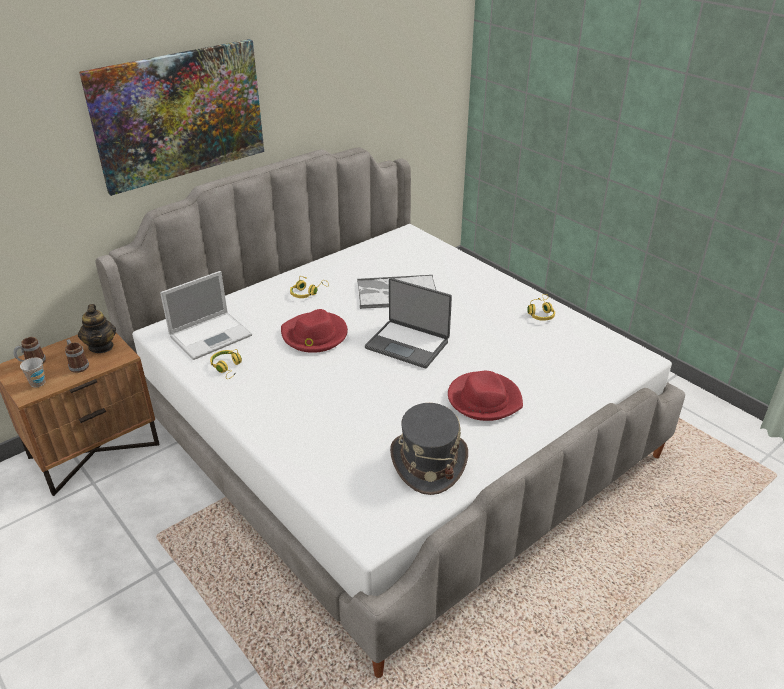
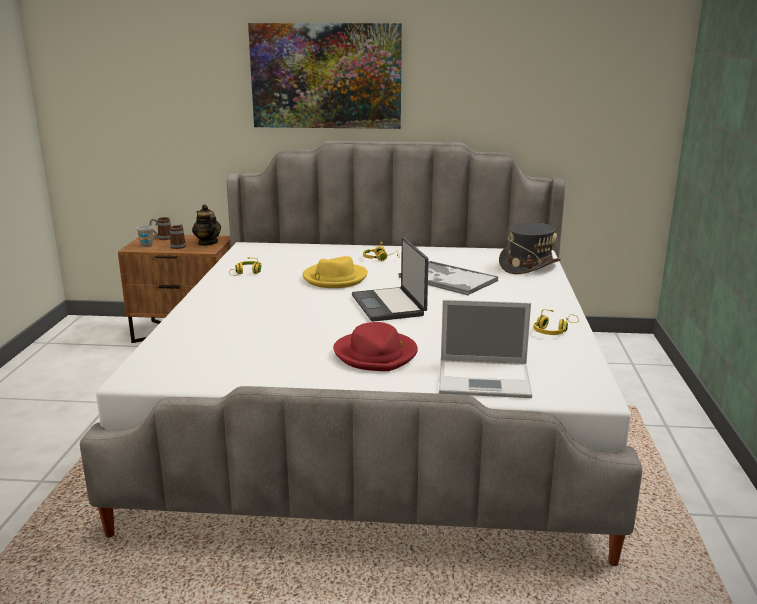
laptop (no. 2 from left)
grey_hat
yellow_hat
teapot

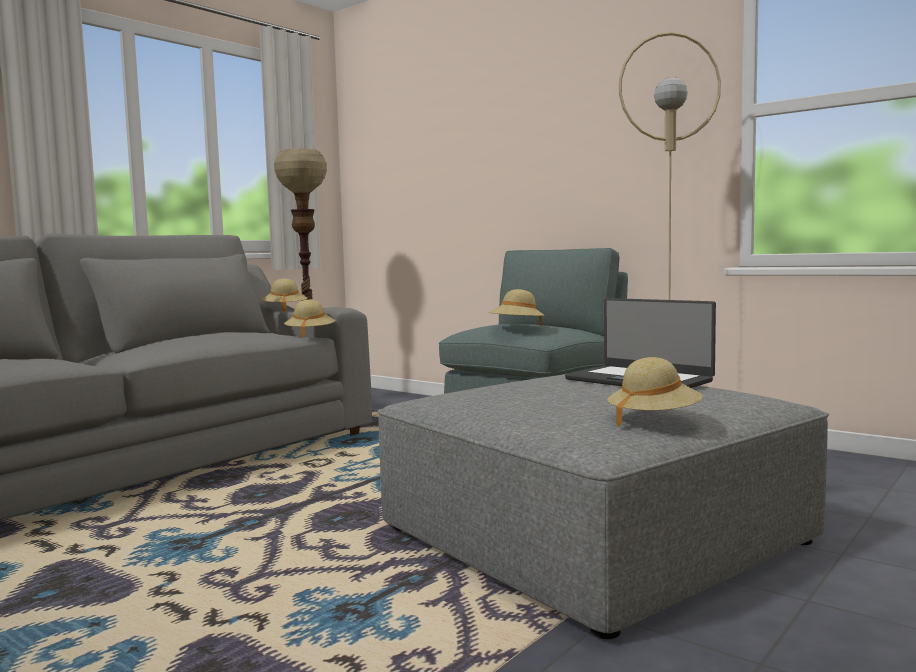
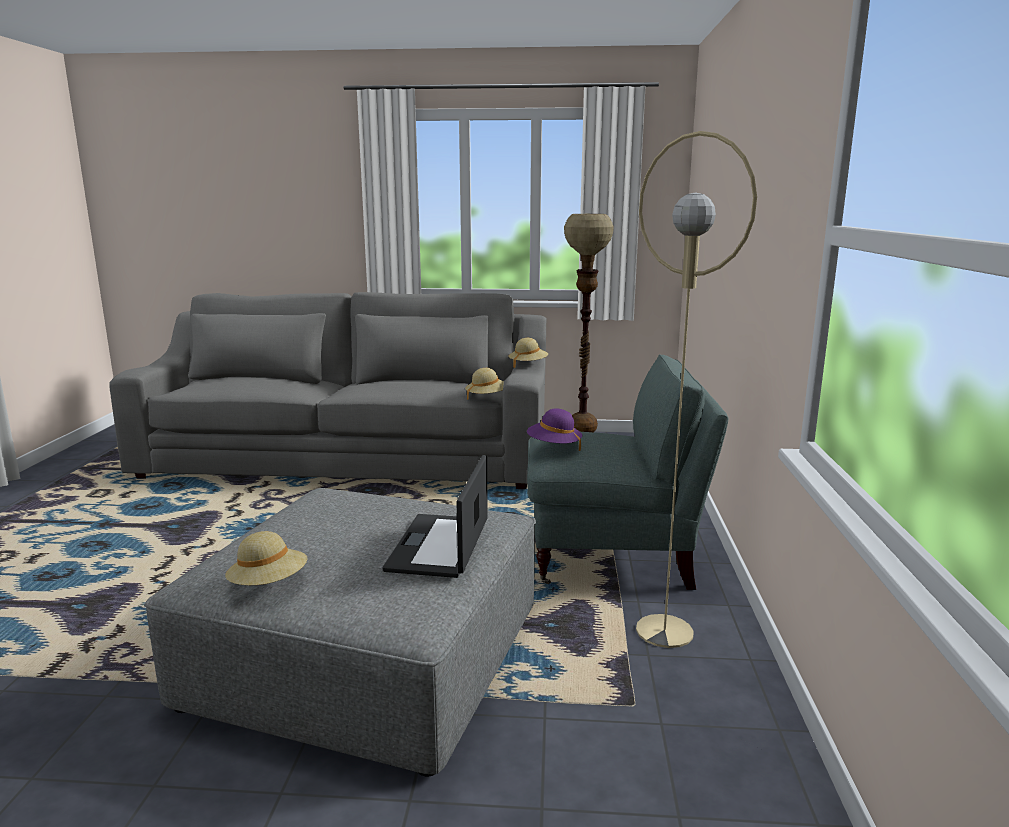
purple_hat

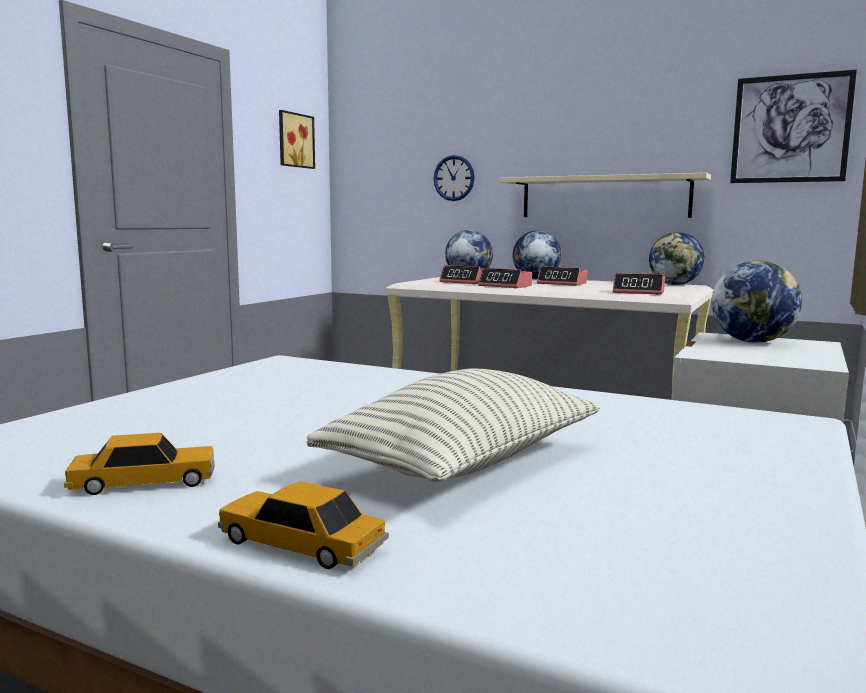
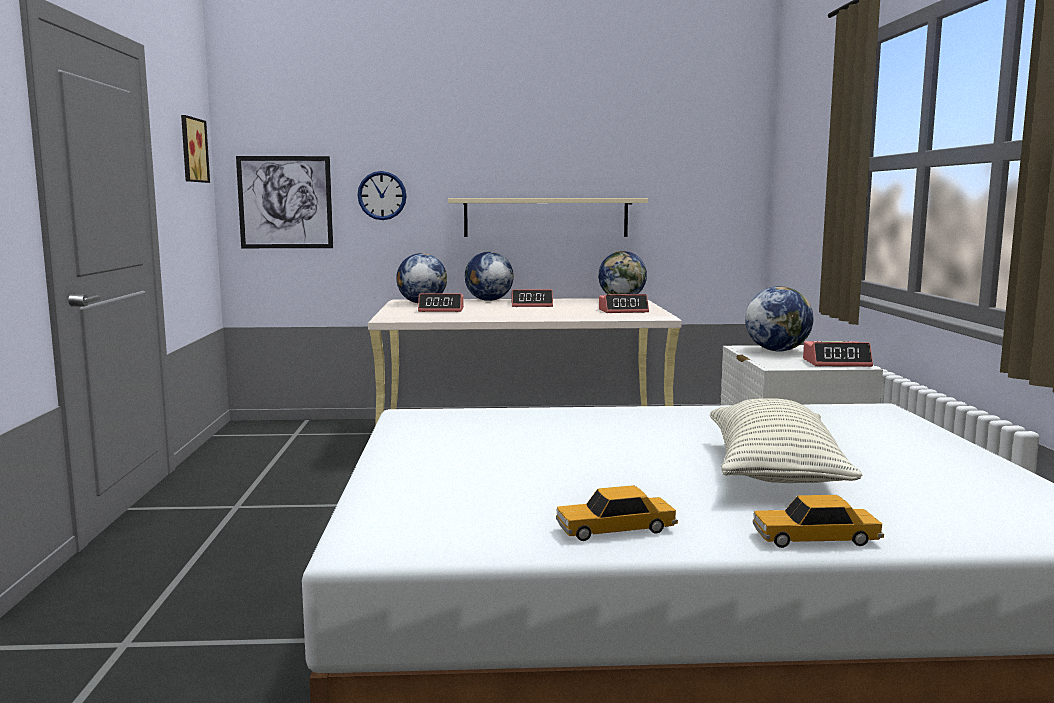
alarm_clock (no. 4 from left)
picture (no. 2 from left)
toy_car (no. 1 from left)

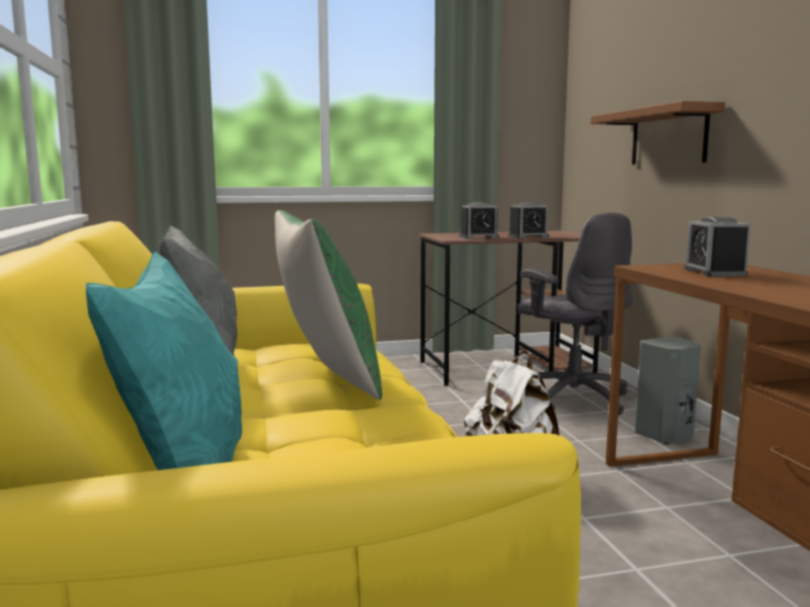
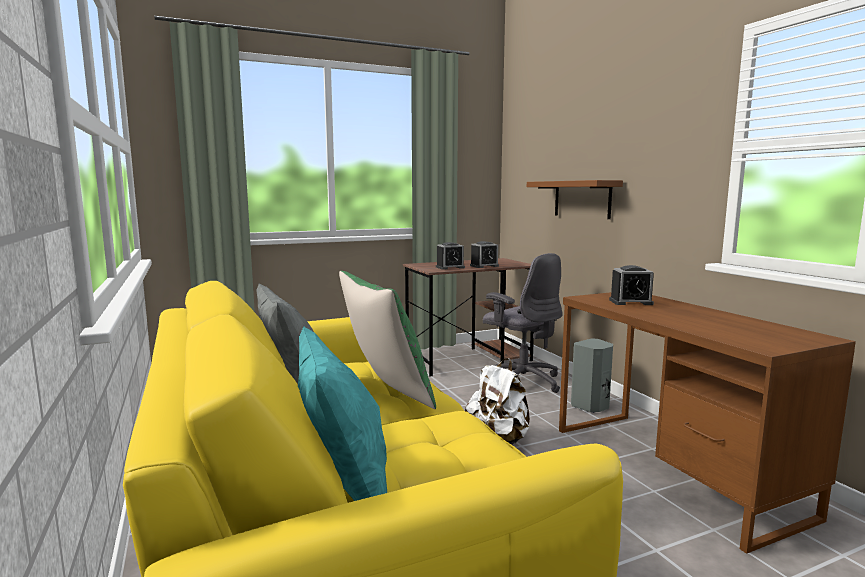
alarm_clock (no. 3 from left)

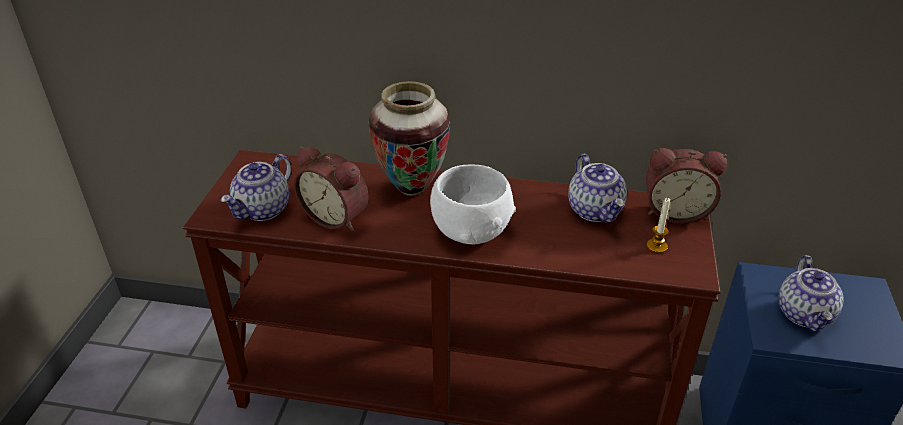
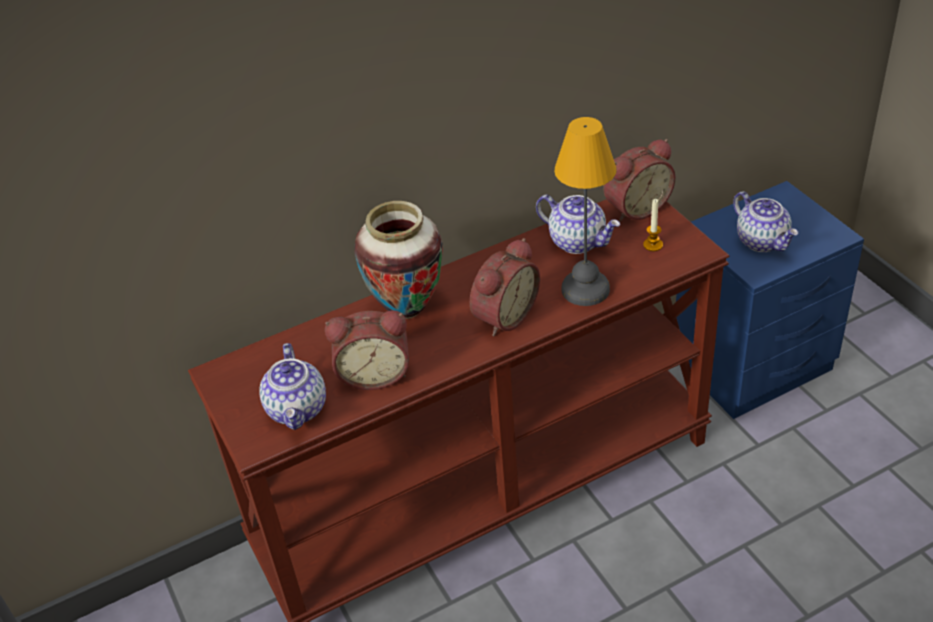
table_lamp
alarm_clock (no. 2 from left)

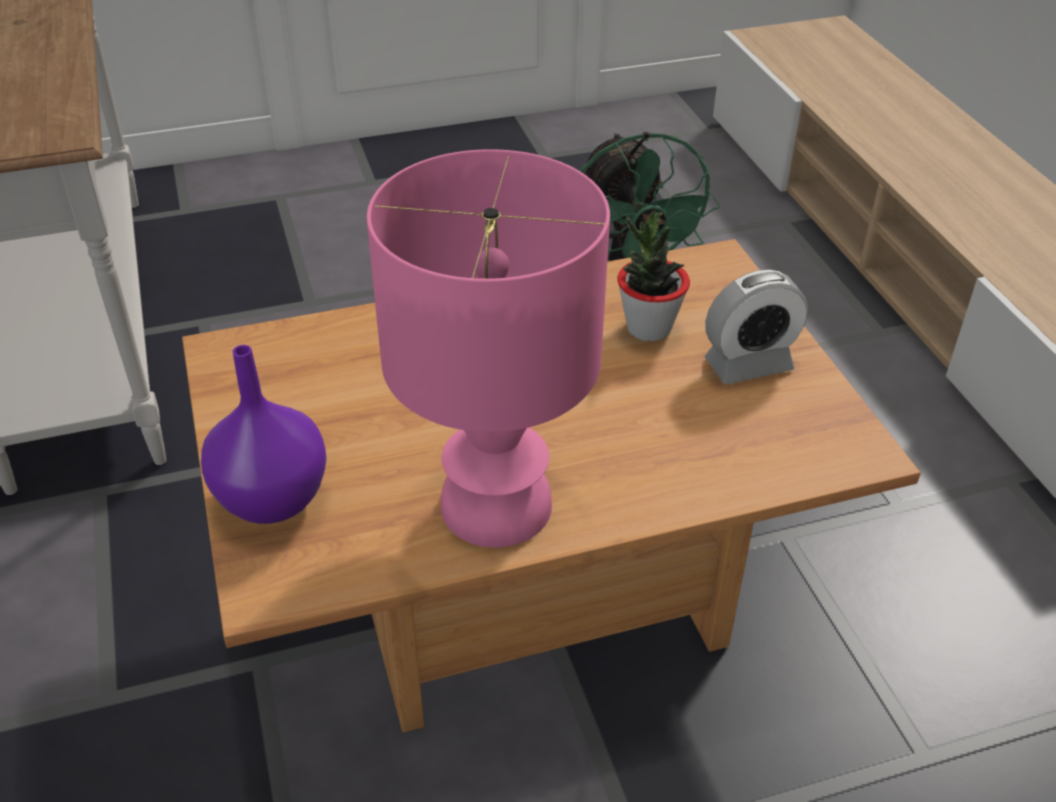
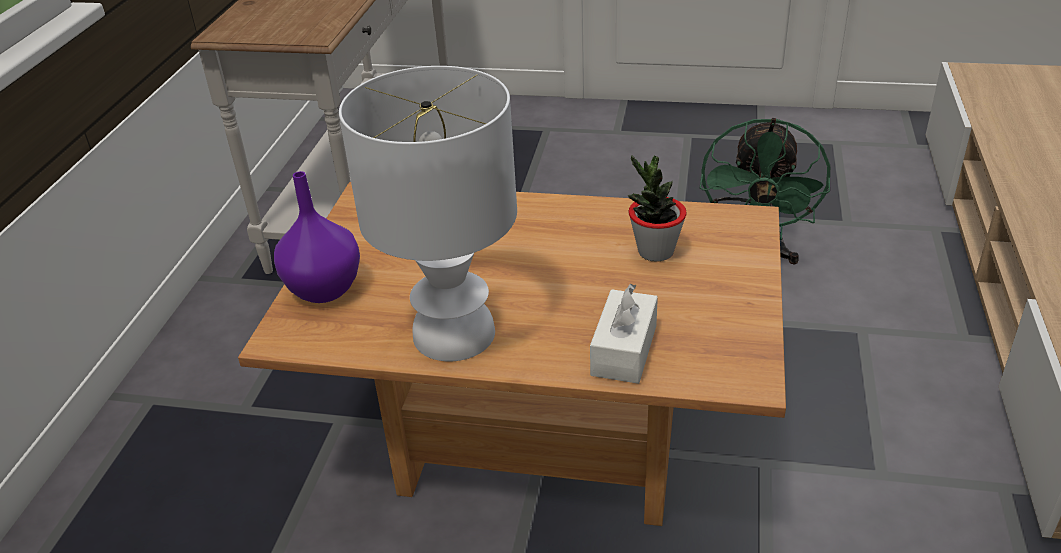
alarm_clock
white_tissue_box
white_table_lamp

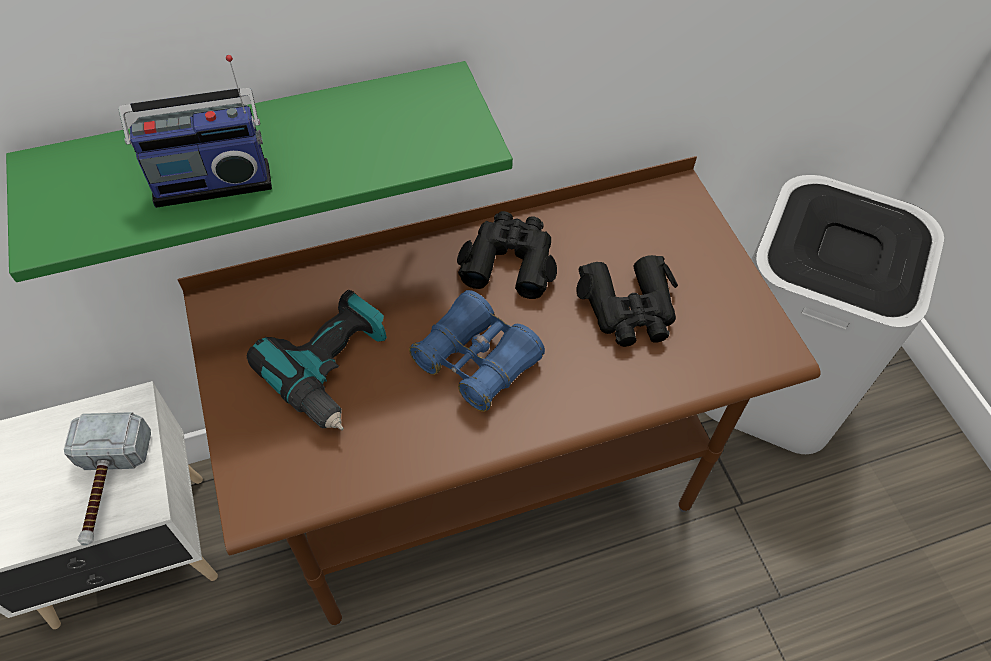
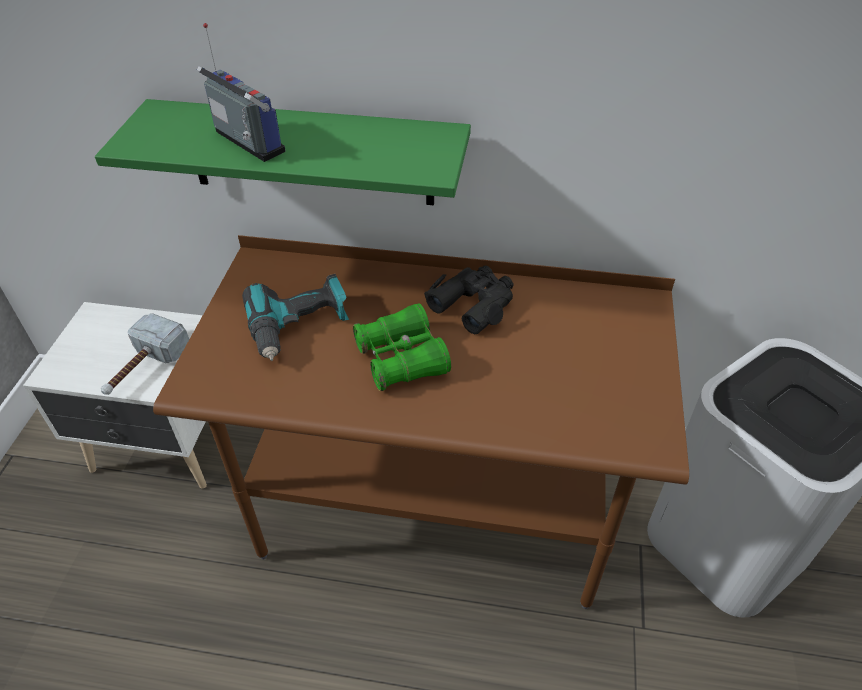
black_binoculars (no. 2 from left in the first image)
green_binoculars
radio

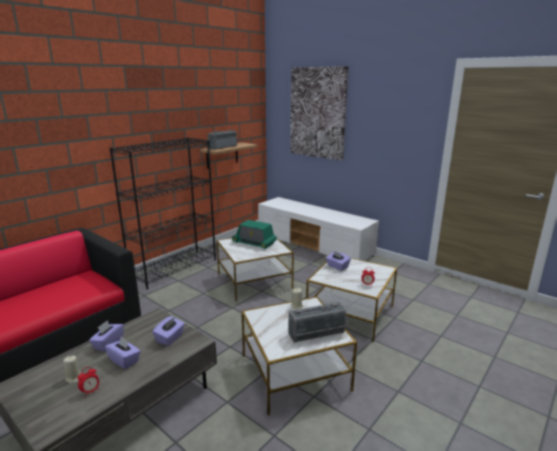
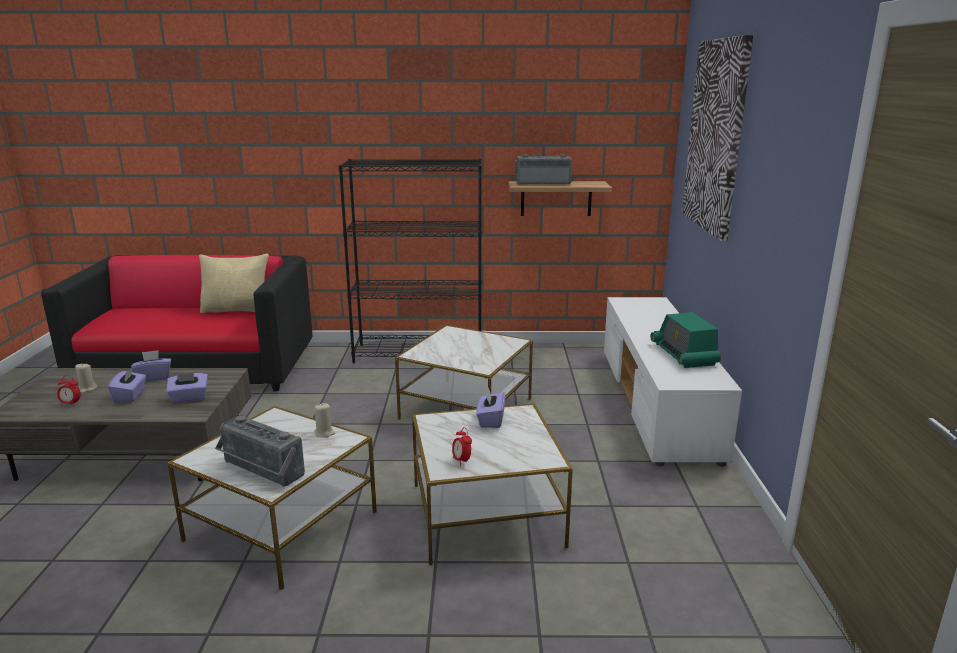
beige_pillow
radio (no. 3 from left)

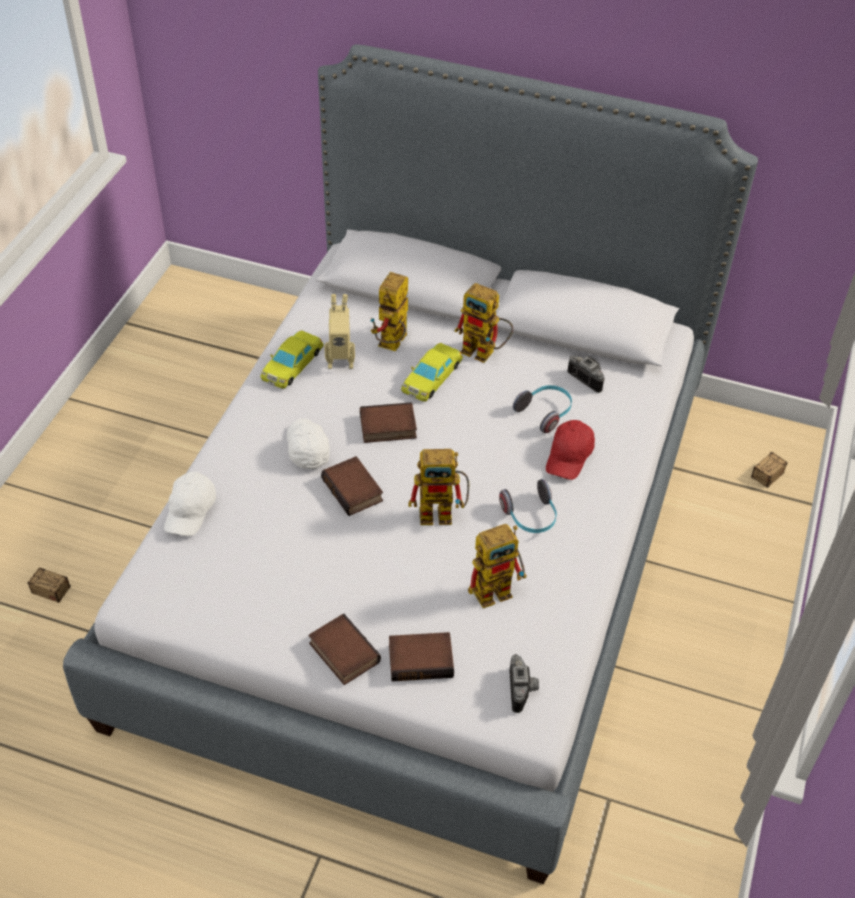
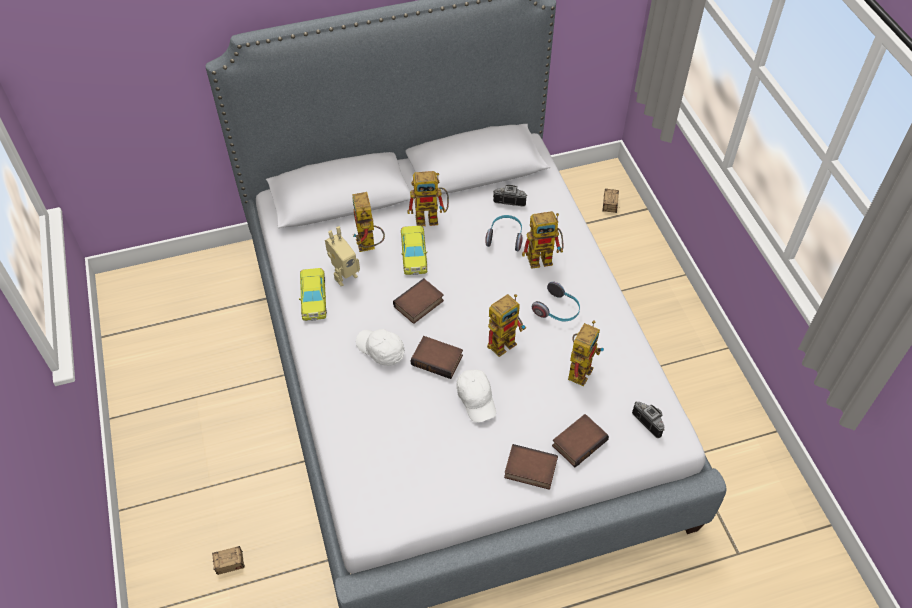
white_cap (no. 2 from left)
toy_robot (no. 5 from left)

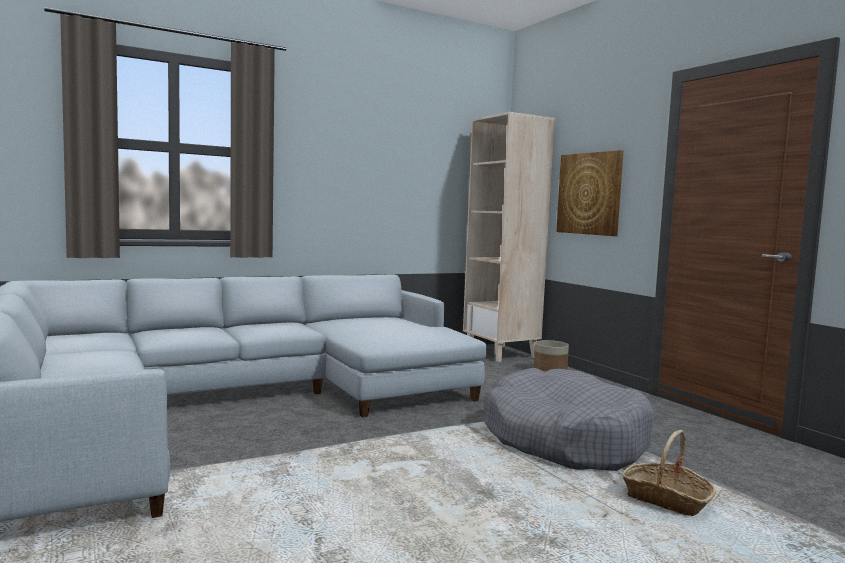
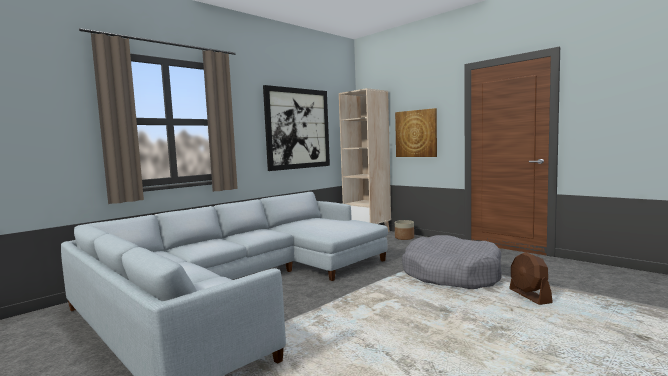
picture (no. 1 from left)
brown_fan

